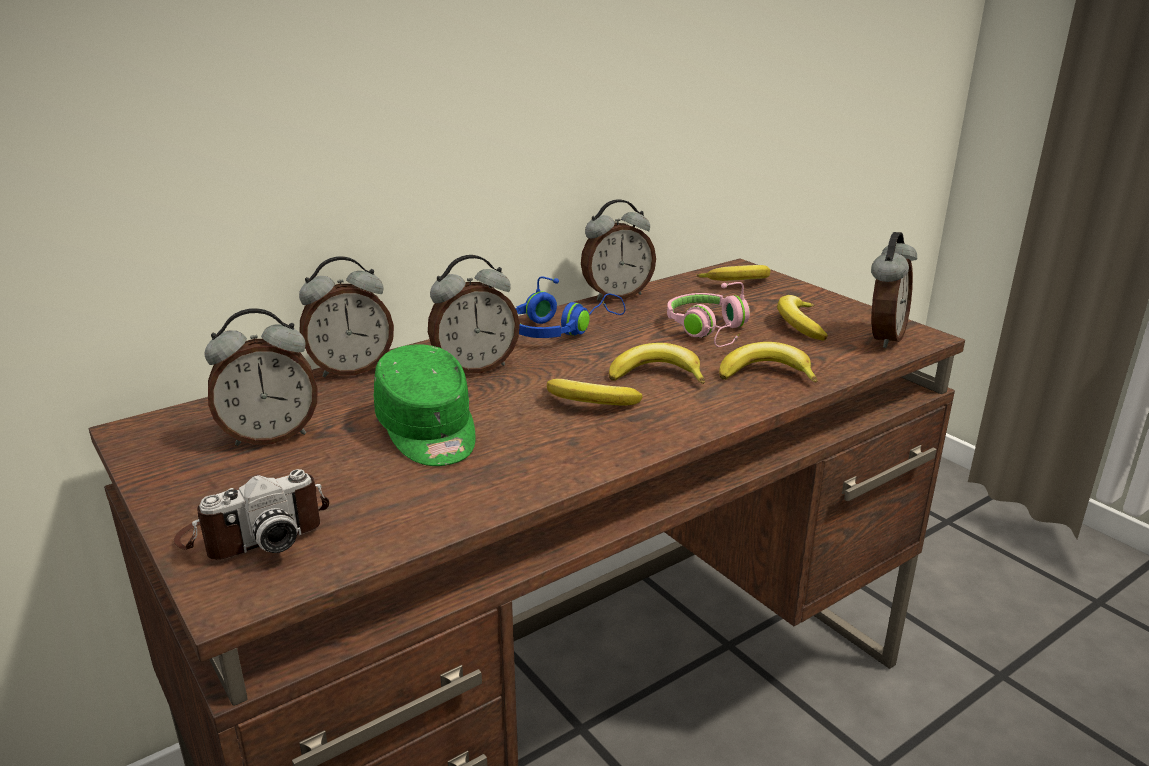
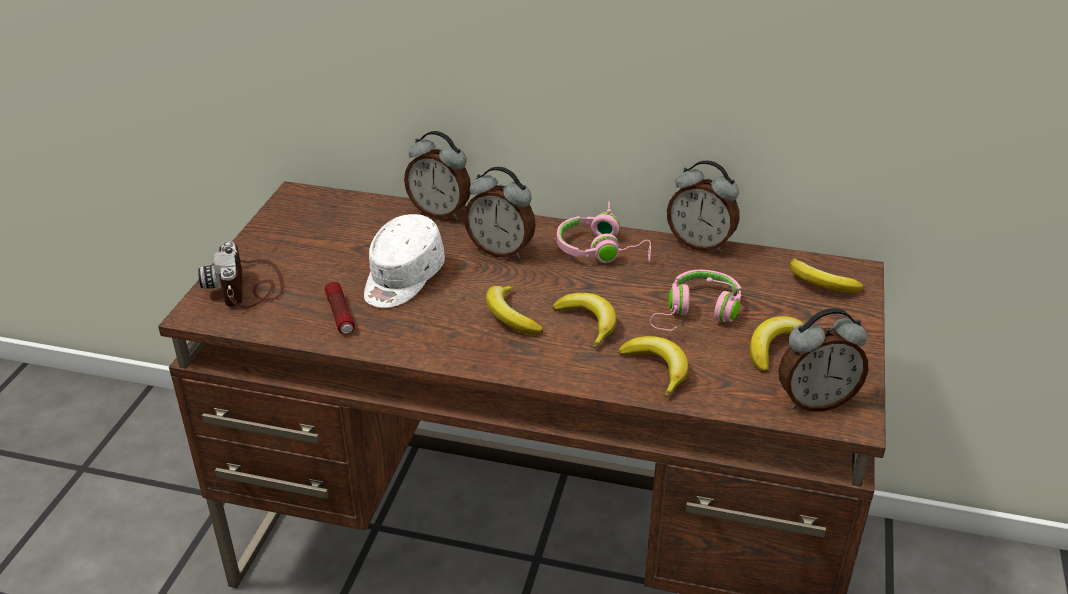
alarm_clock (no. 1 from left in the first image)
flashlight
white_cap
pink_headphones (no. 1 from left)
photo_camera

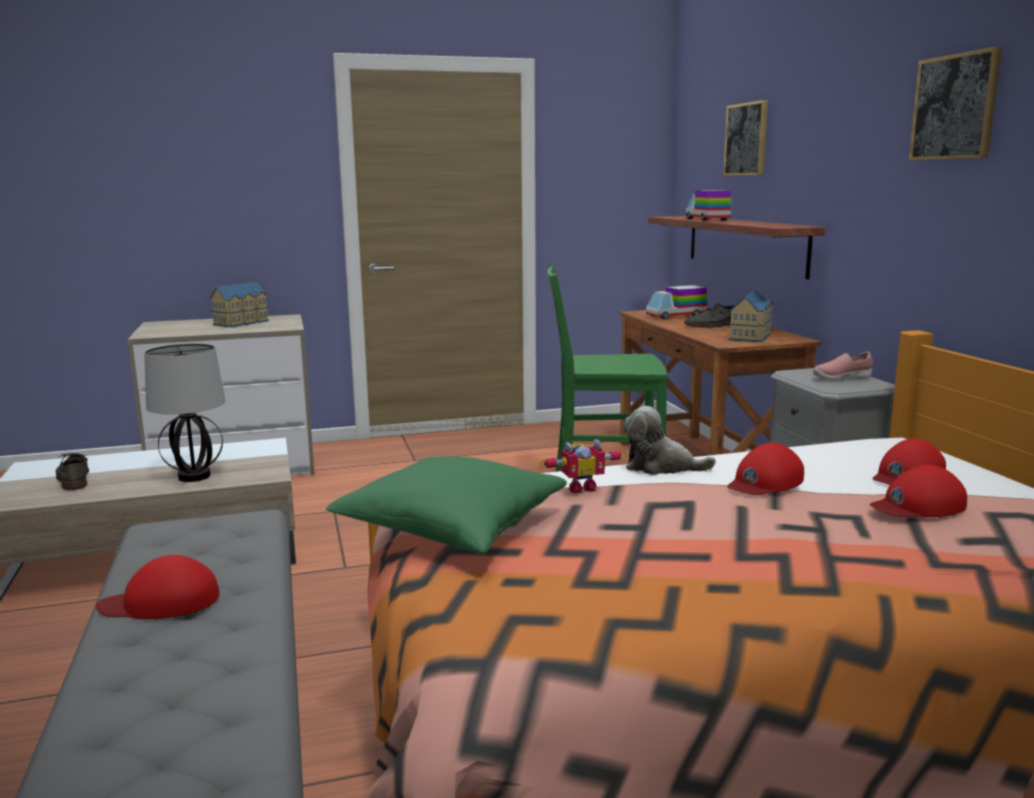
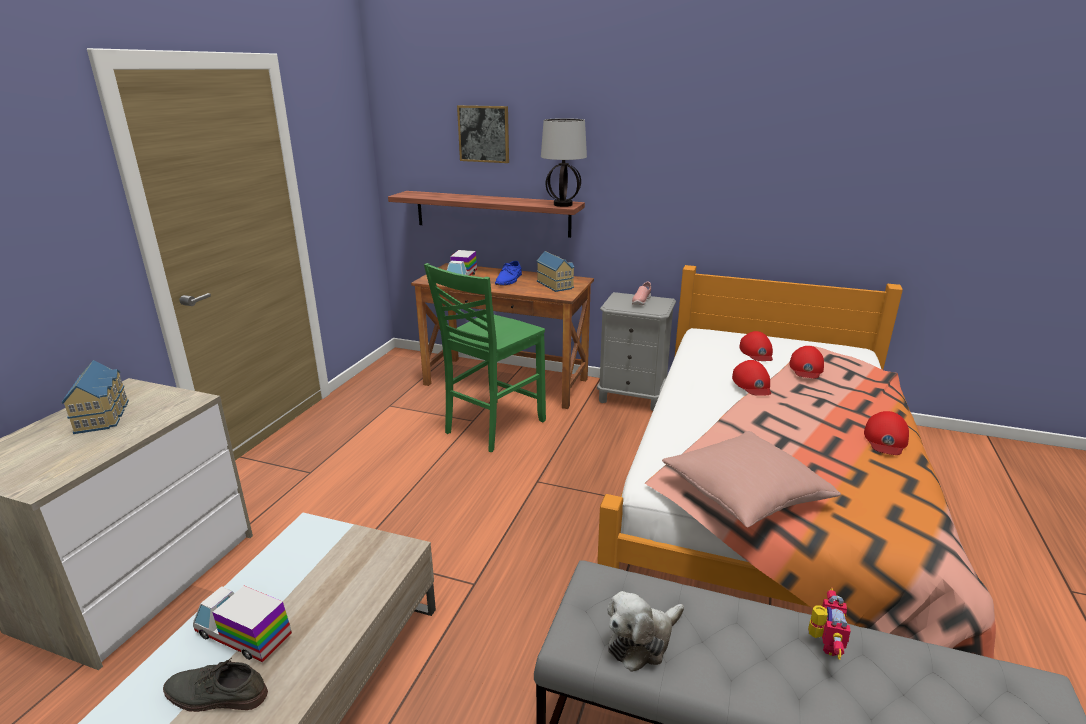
picture (no. 2 from left in the first image)
red_cap (no. 4 from left)
table_lamp
toy_robot
plush_toy
toy_truck (no. 1 from left)
pink_pillow
blue_shoe

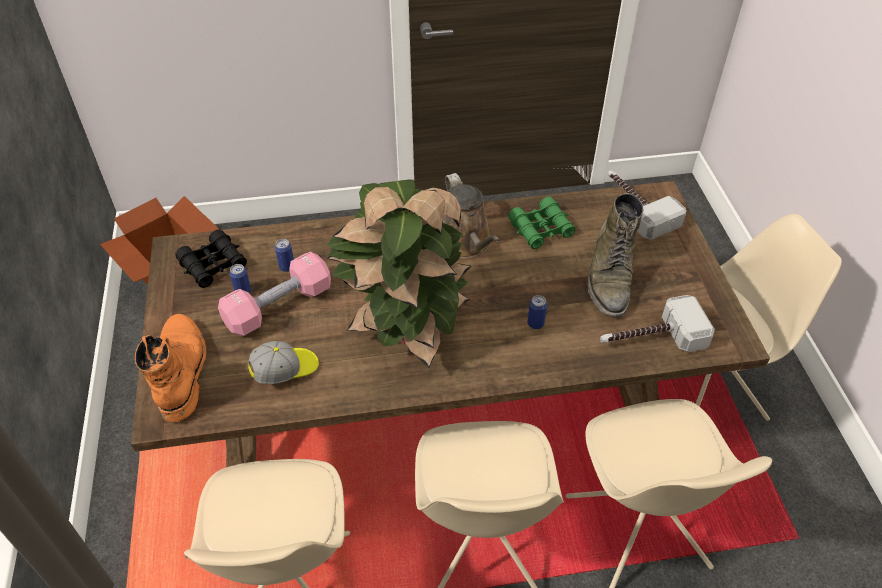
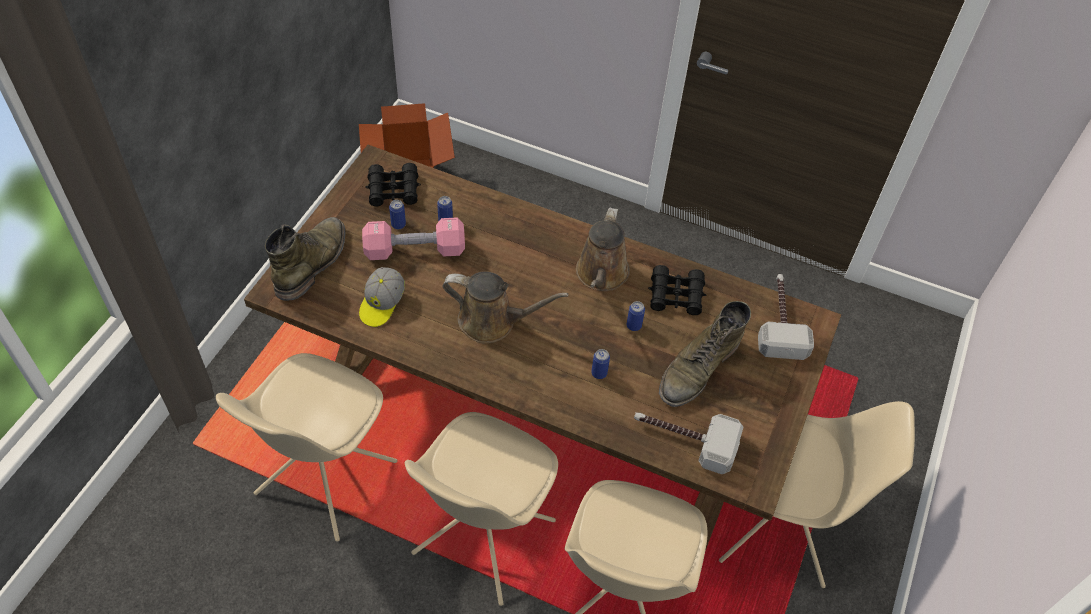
can (no. 4 from left)
brown_watering_can (no. 1 from left)
green_boot (no. 1 from left)
black_binoculars (no. 2 from left)
cap

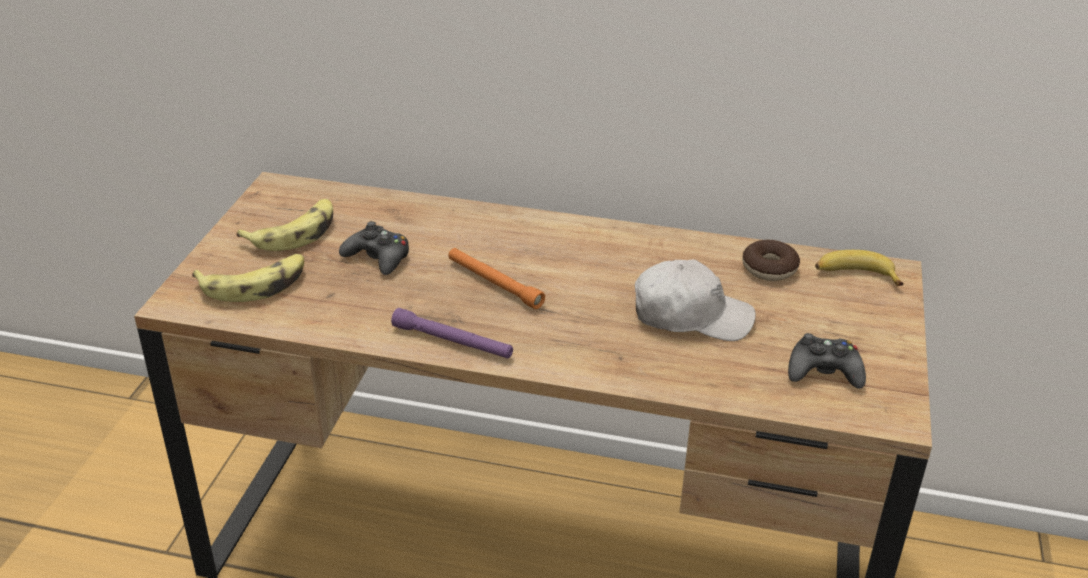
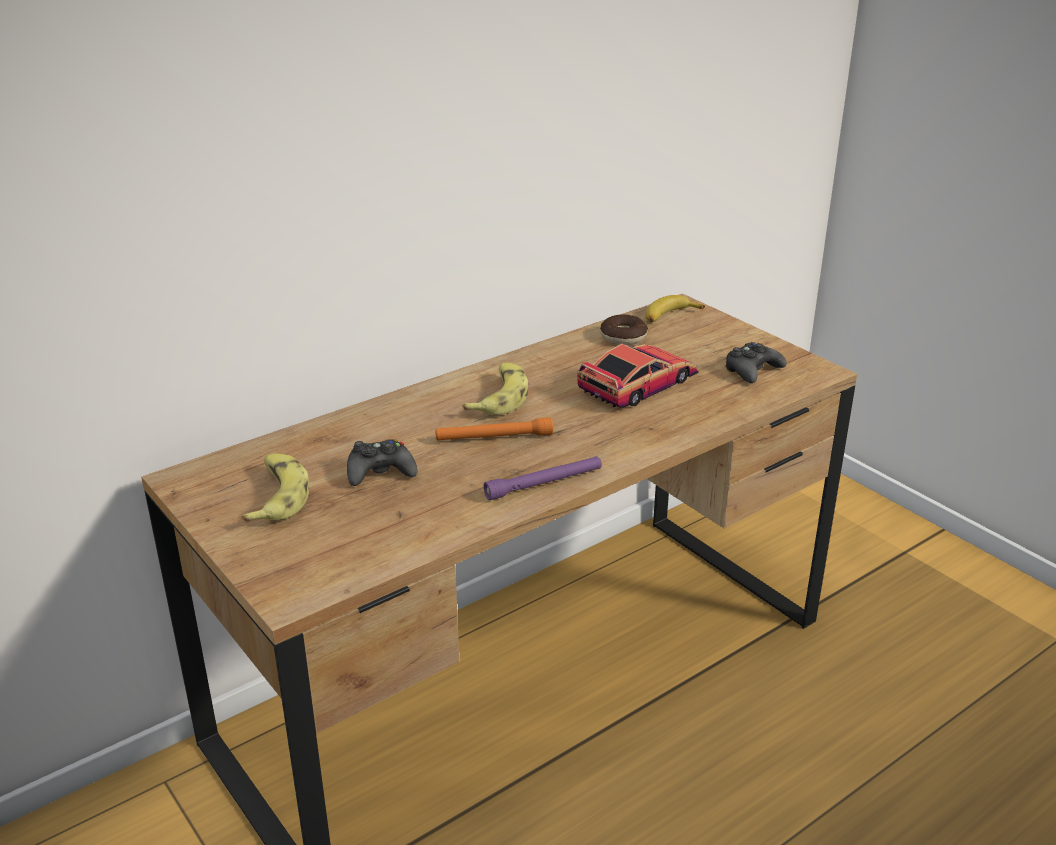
banana (no. 2 from left)
toy_car

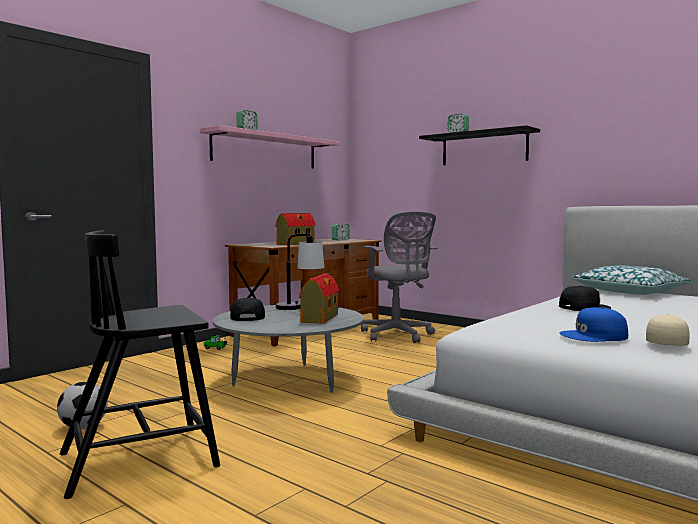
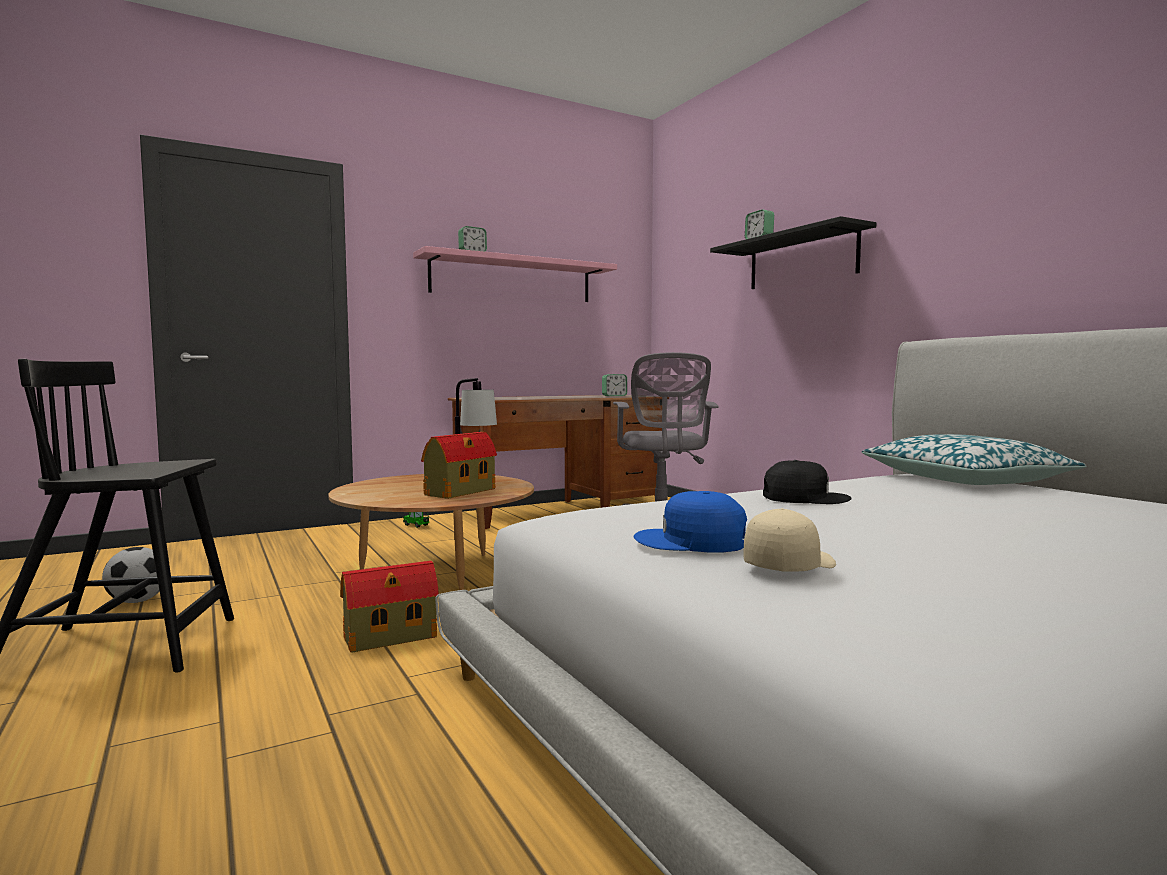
black_cap (no. 1 from left in the first image)
toy_house (no. 1 from left)
brown_coffee_table

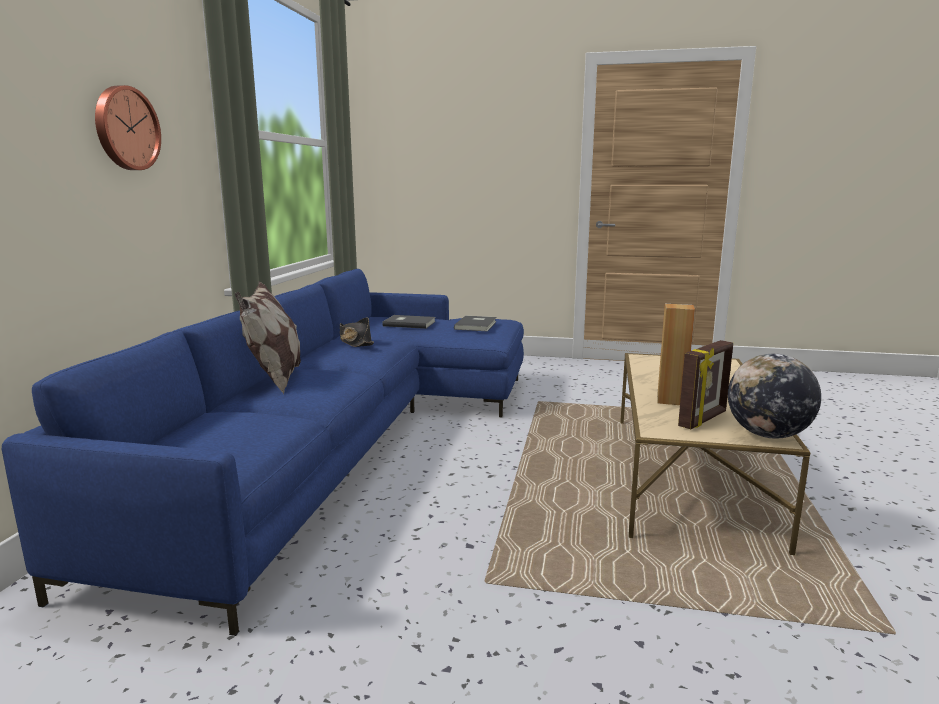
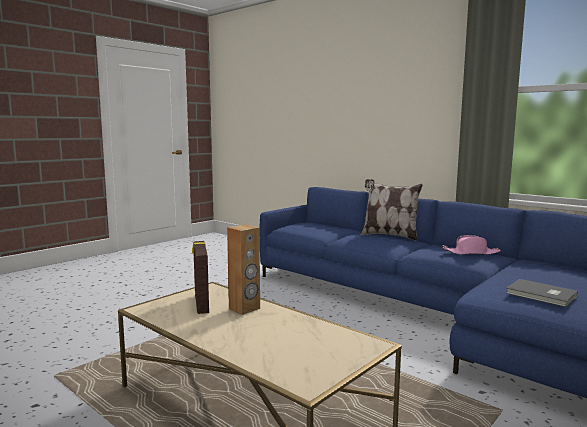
wall_clock
grey_book (no. 1 from left in the first image)
globe
pink_hat

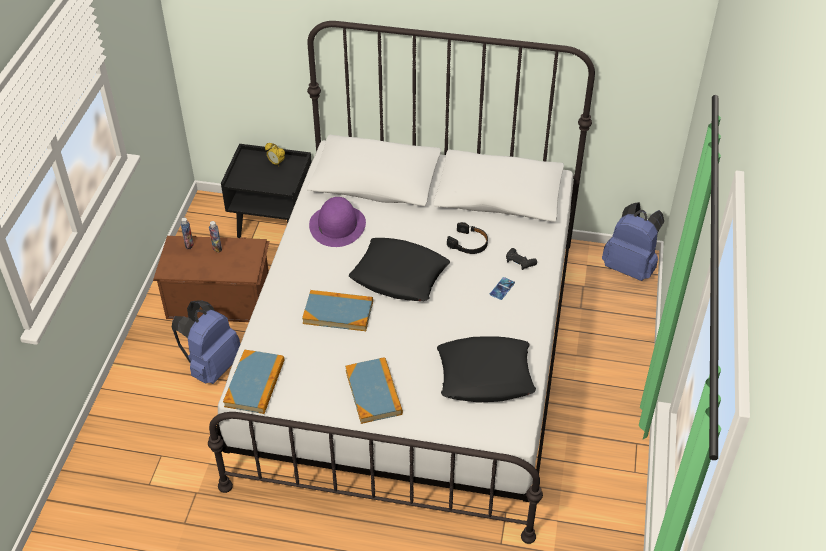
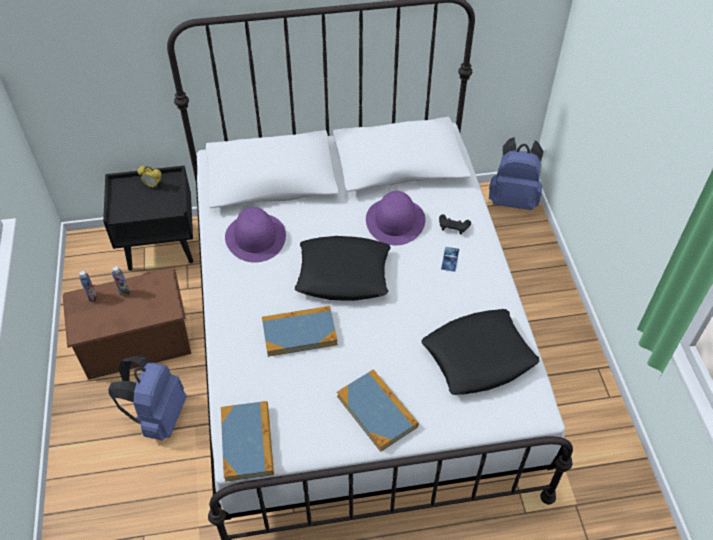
purple_hat (no. 2 from left)

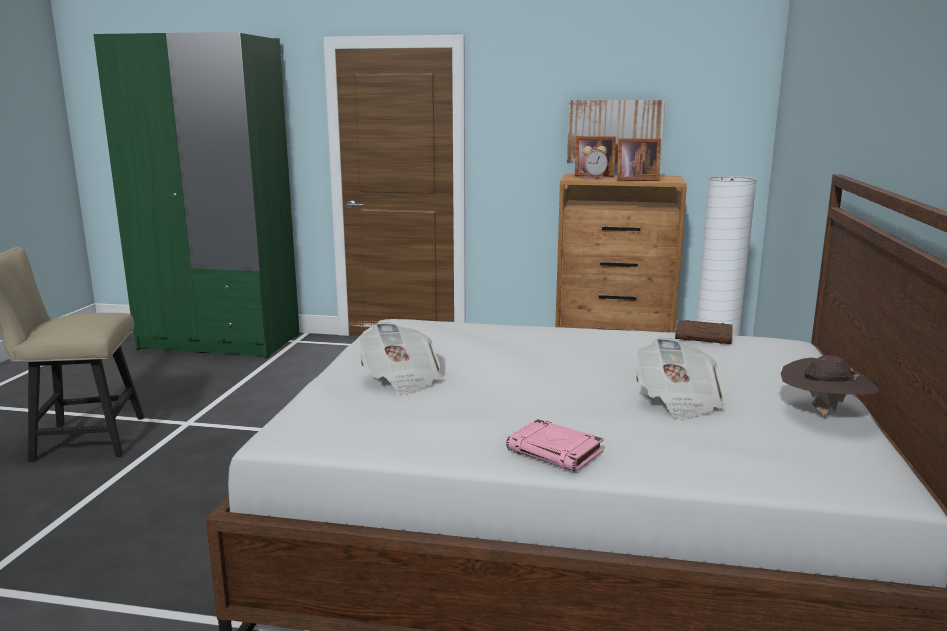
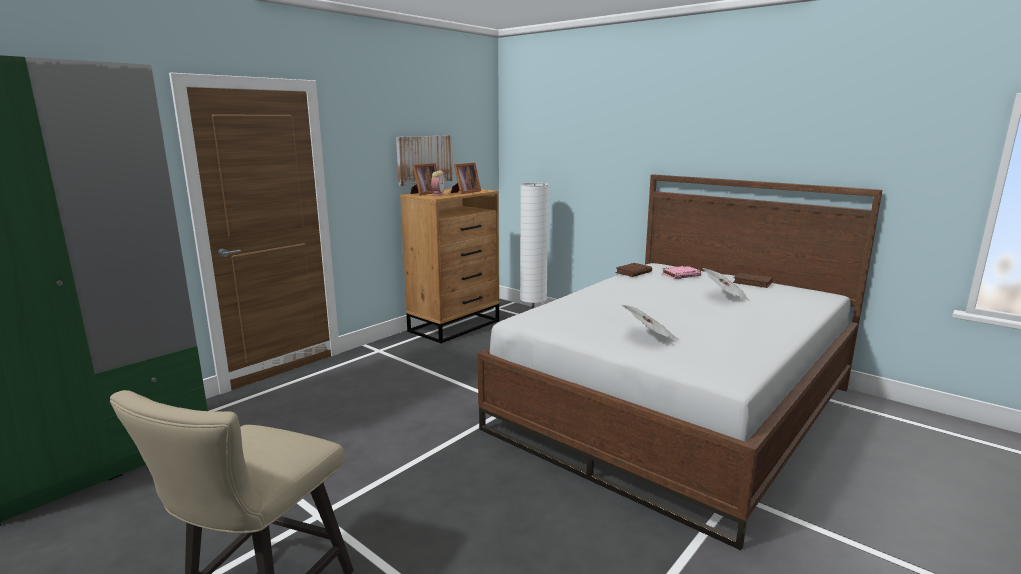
pink_book
brown_book (no. 2 from left)

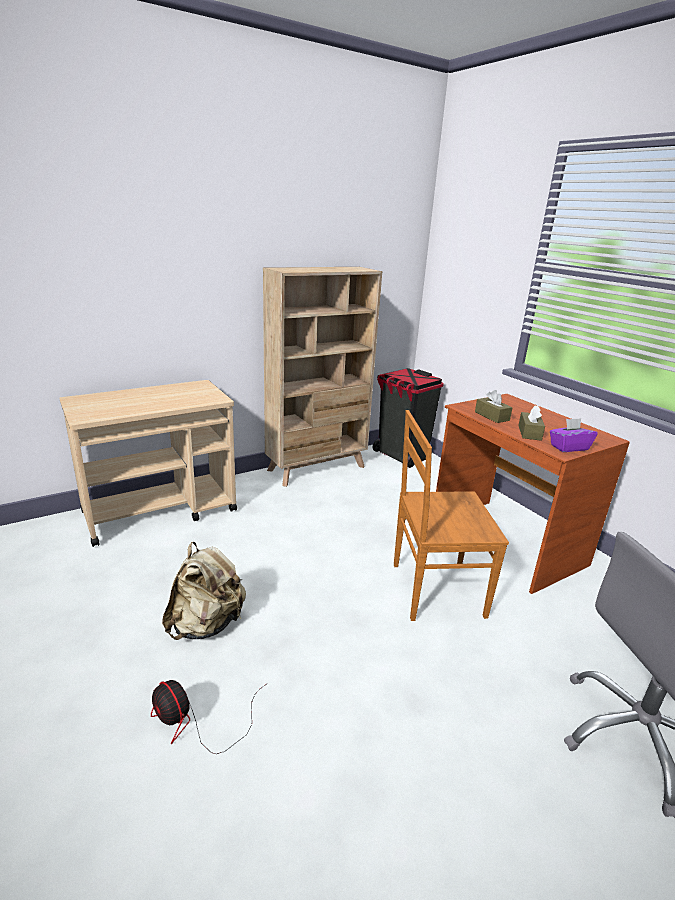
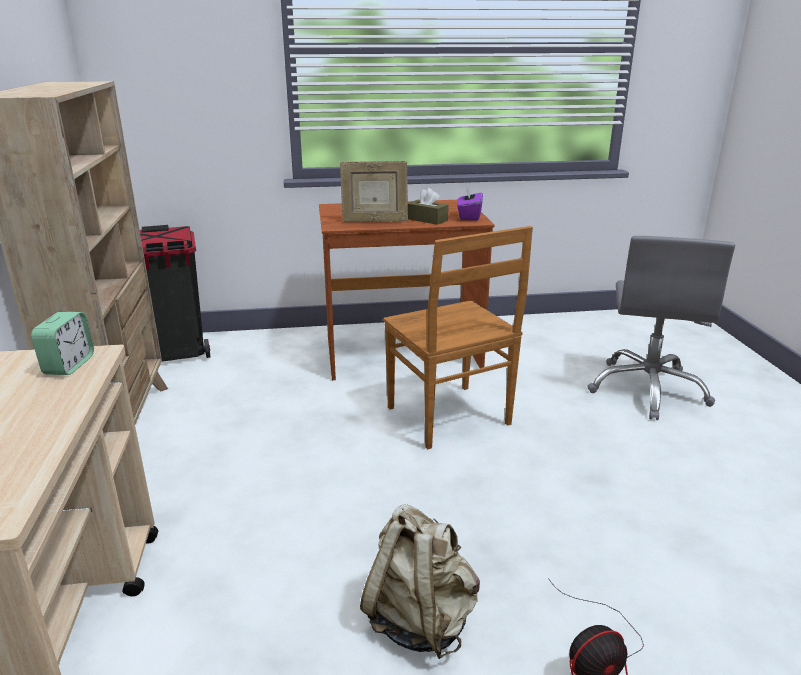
alarm_clock
picture_frame
brown_chair

